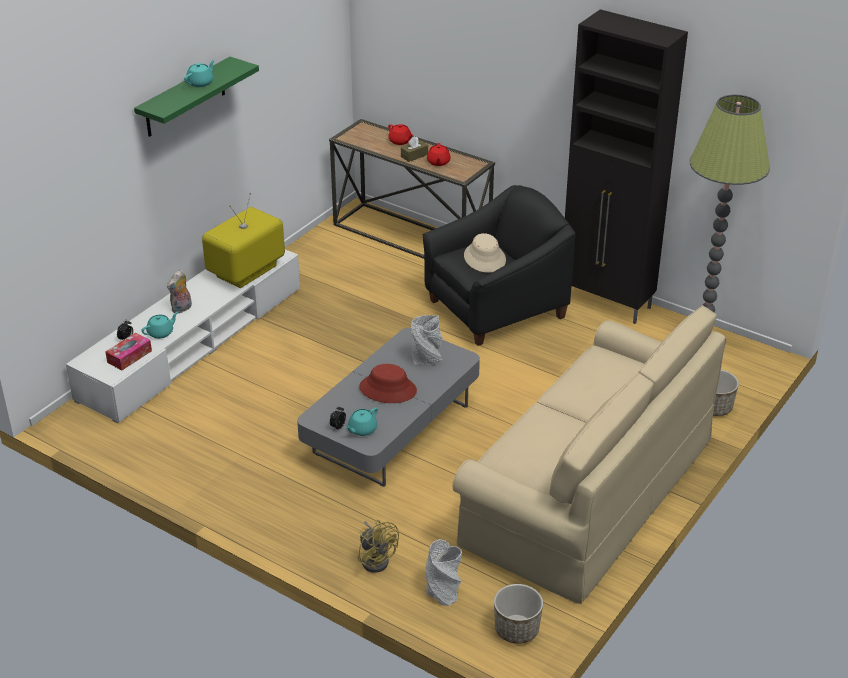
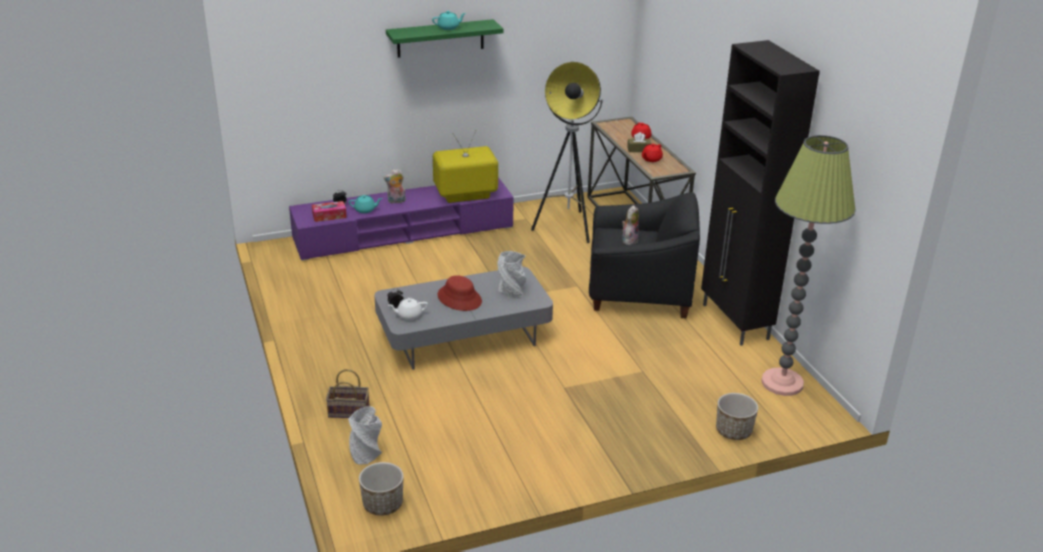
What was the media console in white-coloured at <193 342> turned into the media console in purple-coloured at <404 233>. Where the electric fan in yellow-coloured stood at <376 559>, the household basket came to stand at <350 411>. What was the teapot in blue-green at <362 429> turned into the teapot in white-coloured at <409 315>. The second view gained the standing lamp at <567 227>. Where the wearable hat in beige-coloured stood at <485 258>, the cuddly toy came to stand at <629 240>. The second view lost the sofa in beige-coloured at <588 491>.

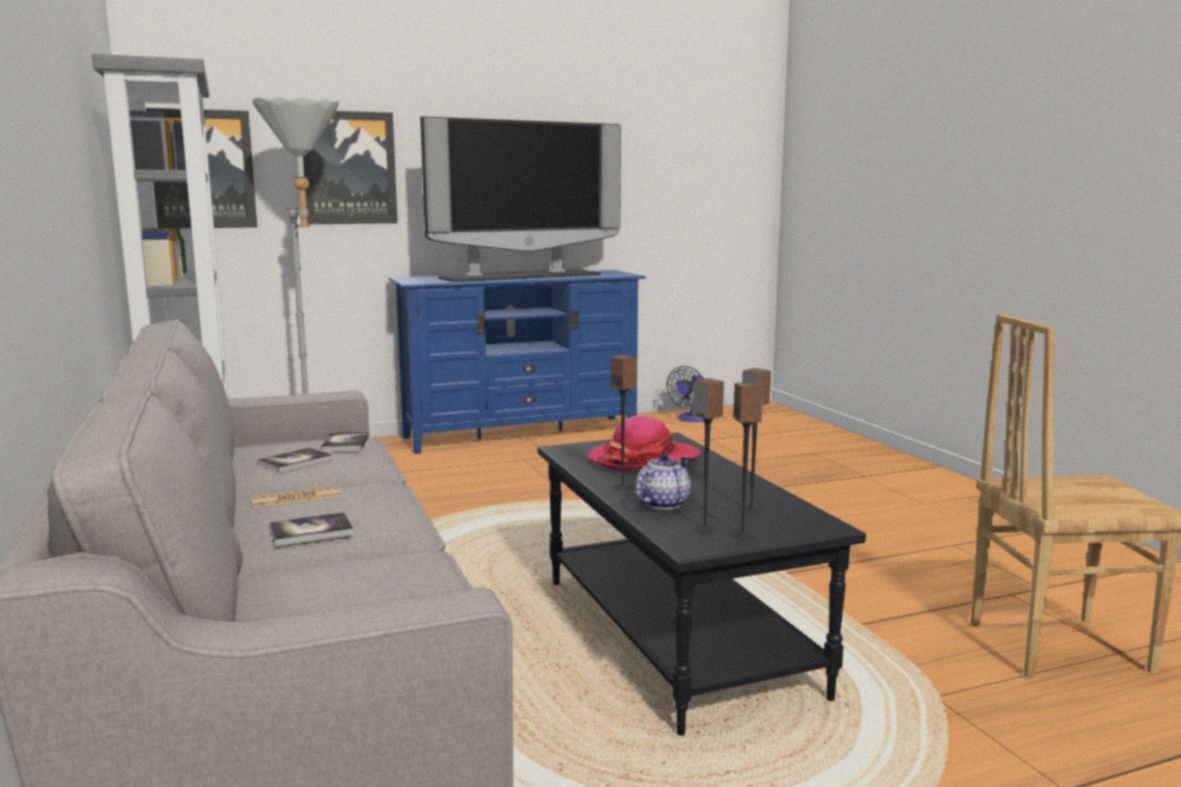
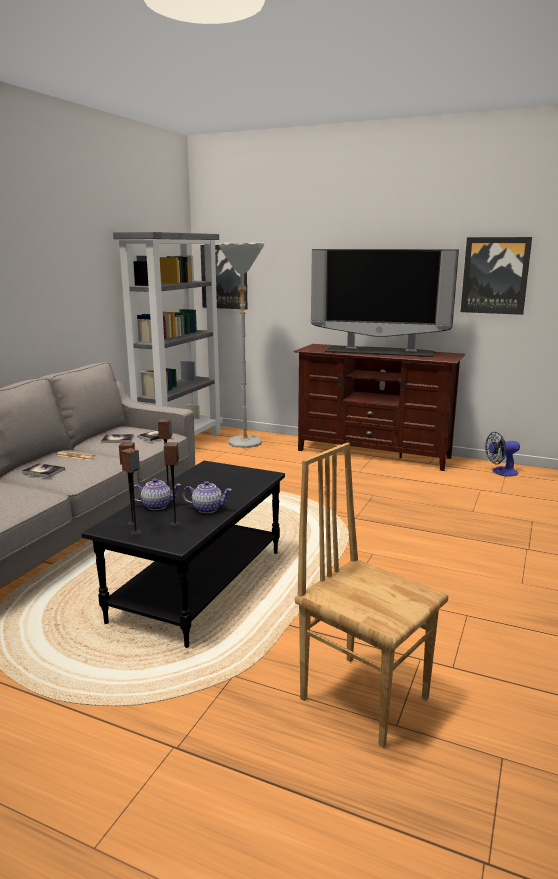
The second view gained the teapot at <207 509>. What was the media console in blue at <521 434> turned into the media console in brownish at <374 453>. The wall art ended up elsewhere, having gone from <349 168> to <495 275>. The second view lost the wearable hat at <643 460>.

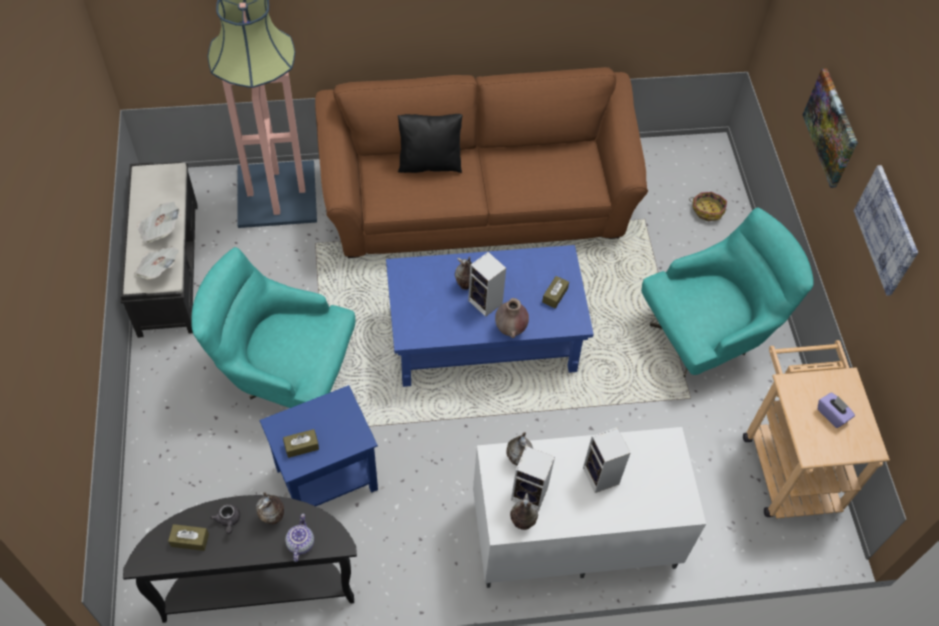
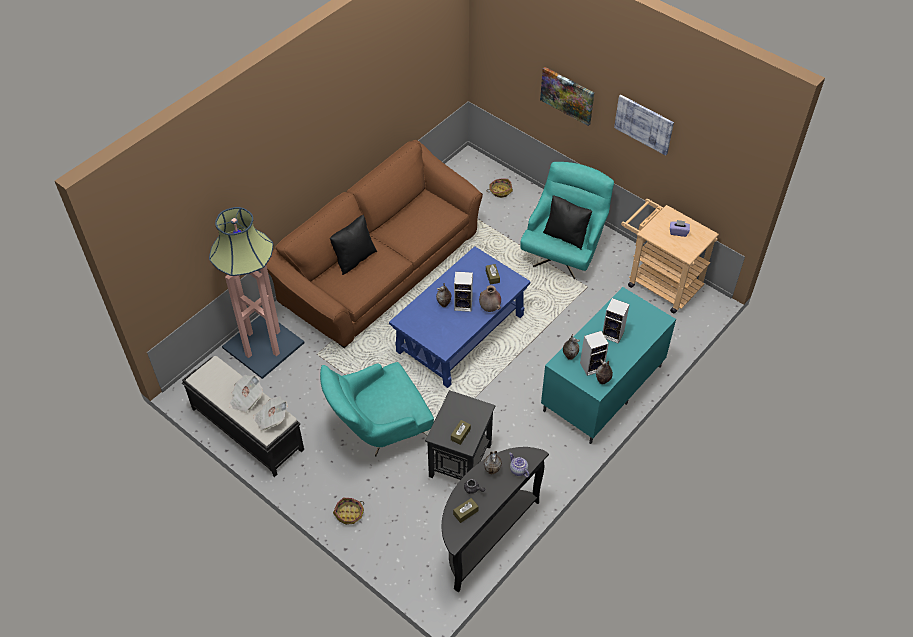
The second view gained the household basket at <349 514>. What was the accent table in blue at <325 479> turned into the accent table in blackish at <460 461>. What was the media console in white-coloured at <573 536> turned into the media console in blue-green at <603 389>. The second view gained the throw pillow in blackish at <565 235>.

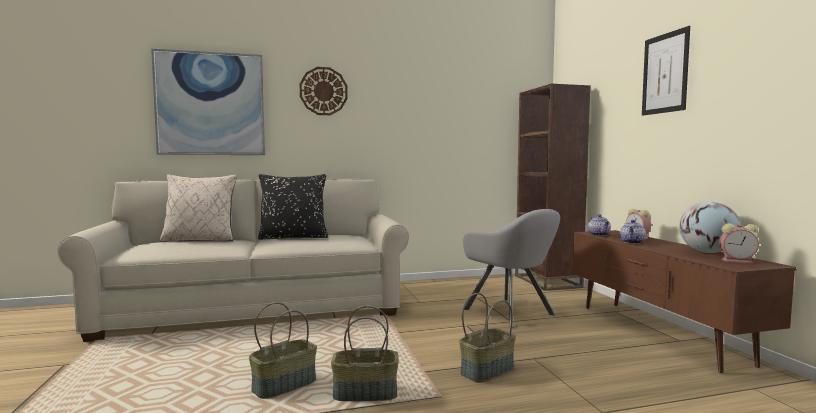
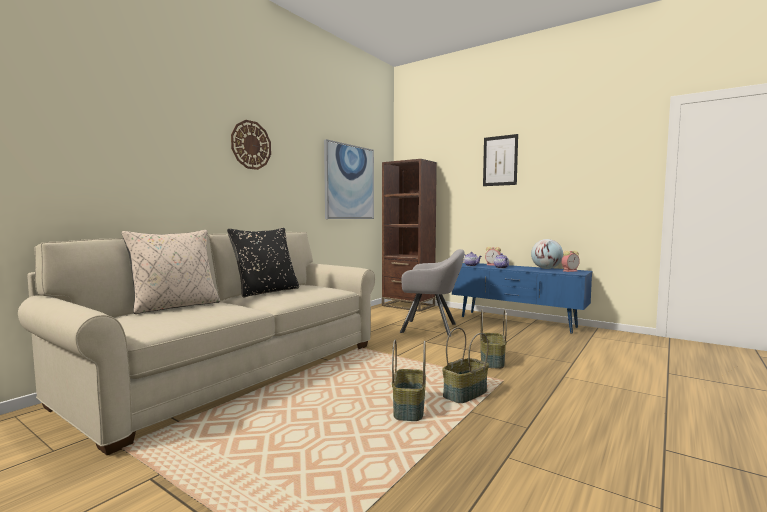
The wall art ended up elsewhere, having gone from <210 104> to <349 182>. What was the media console in brownish at <657 333> turned into the media console in blue at <516 322>.

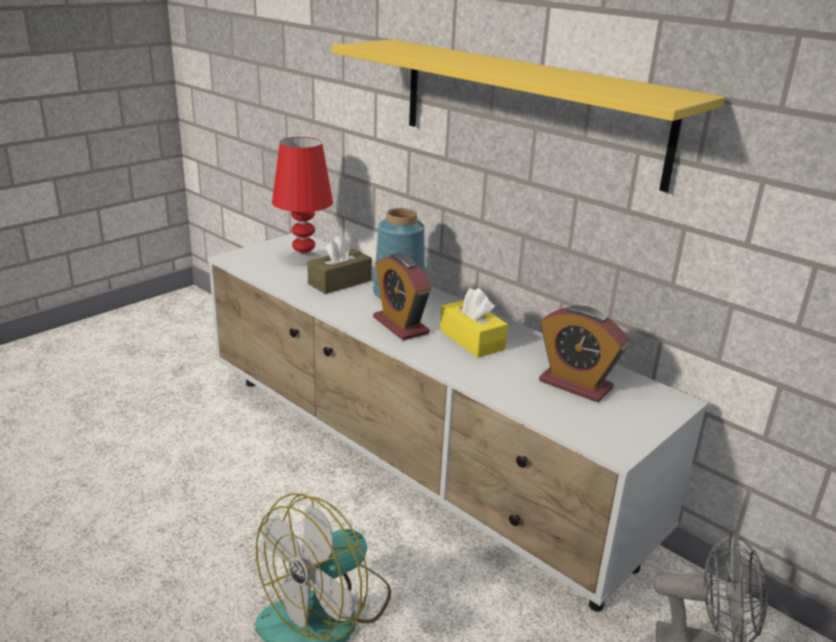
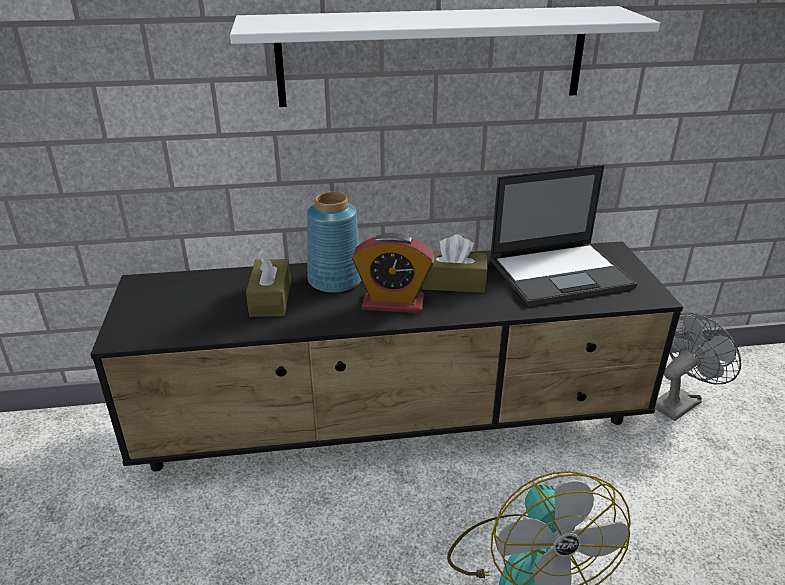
What was the media console in white-coloured at <413 464> turned into the media console in blackish at <395 424>. What was the wall shelf in yellow-coloured at <528 110> turned into the wall shelf in white-coloured at <432 56>. What was the box of tissues in yellow-coloured at <471 340> turned into the box of tissues in brownish at <454 283>. Where the table clock stood at <575 384>, the laptop came to stand at <561 273>. The second view lost the table lamp in red at <303 258>.

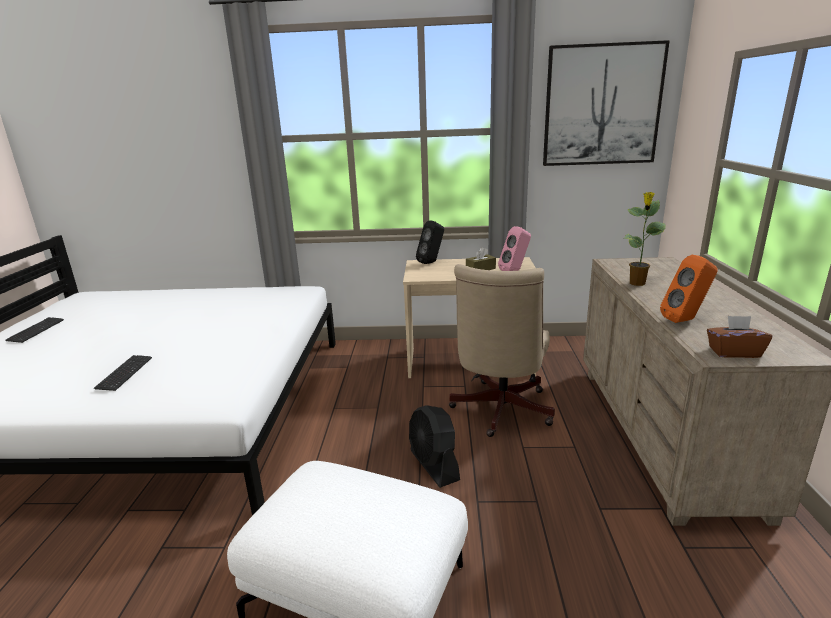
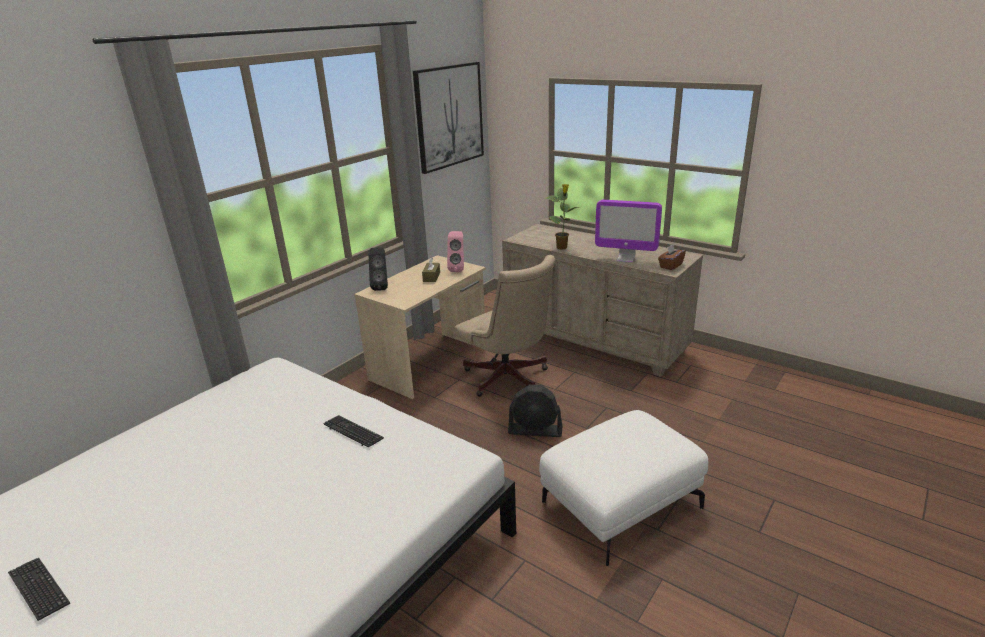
The computer keyboard ended up elsewhere, having gone from <125 373> to <353 432>. Where the audio speaker in orangey stood at <685 320>, the computer display came to stand at <625 259>.

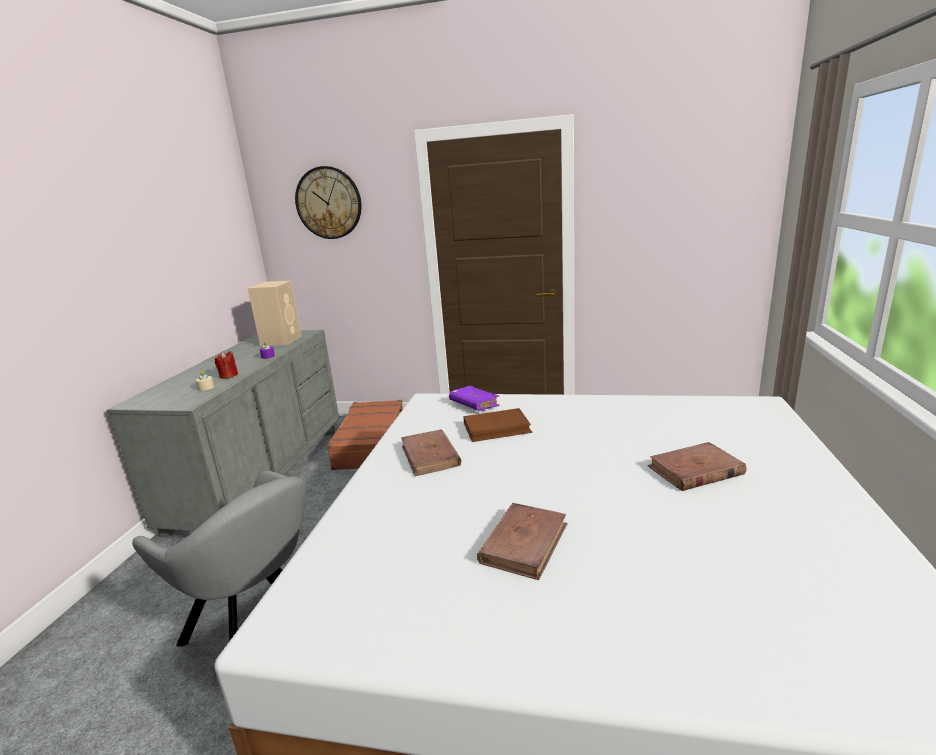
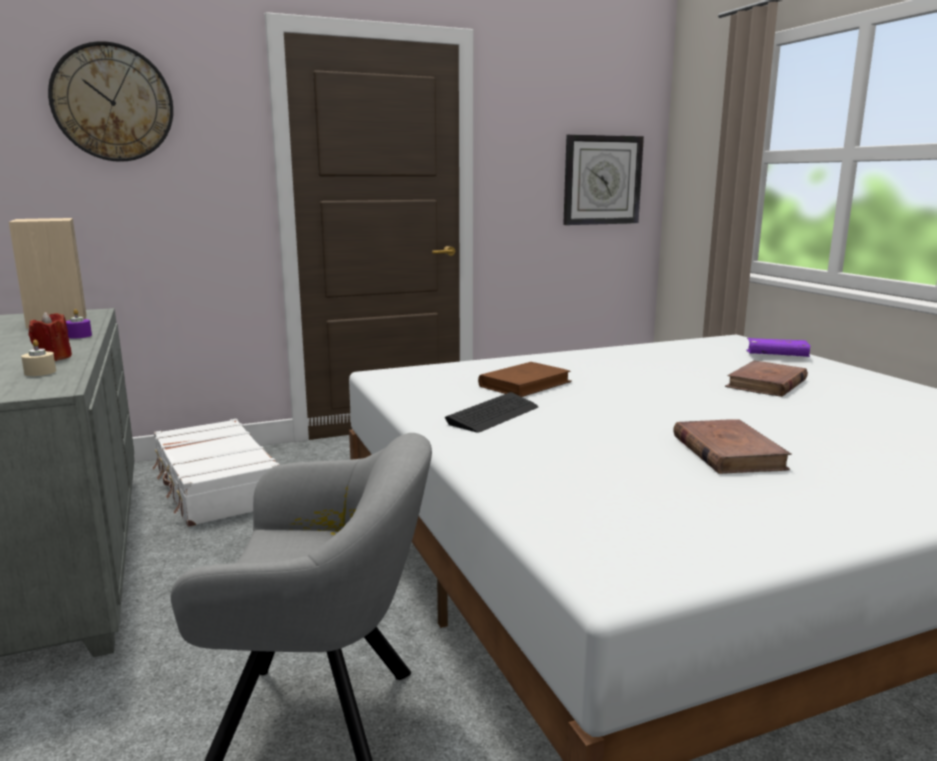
What was the piece of luggage in brownish at <370 444> turned into the piece of luggage in white-coloured at <215 487>. Where the book in brownish stood at <430 456>, the computer keyboard came to stand at <493 415>. The second view gained the hanging clock at <602 180>. The book in purple-coloured ended up elsewhere, having gone from <474 404> to <776 356>.

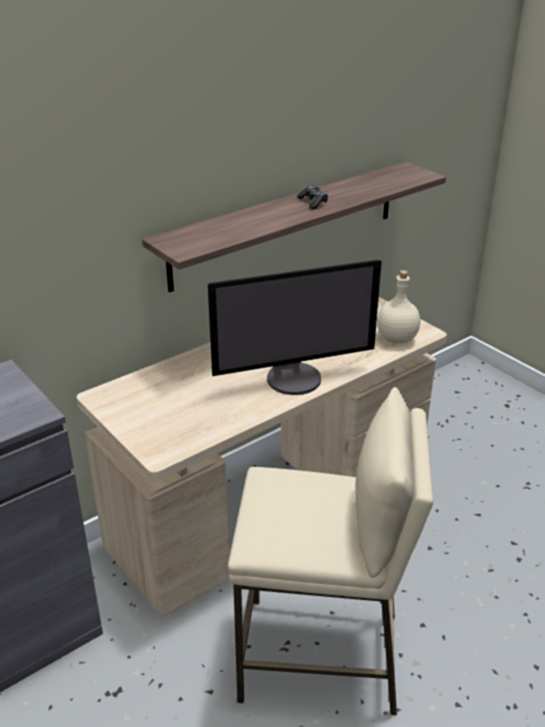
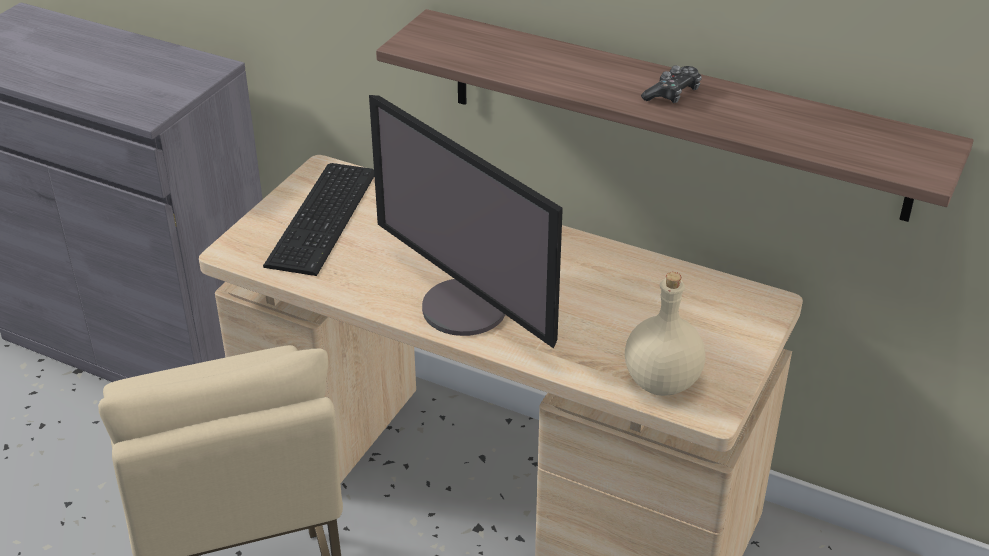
The second view gained the computer keyboard at <326 217>.

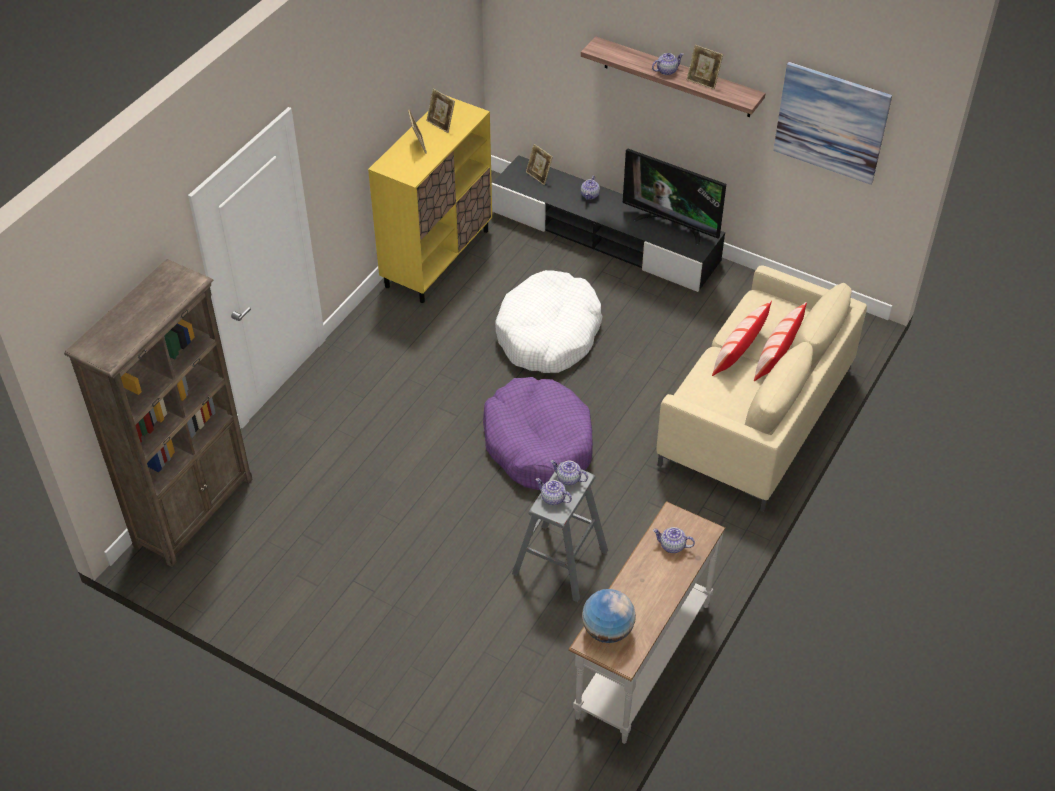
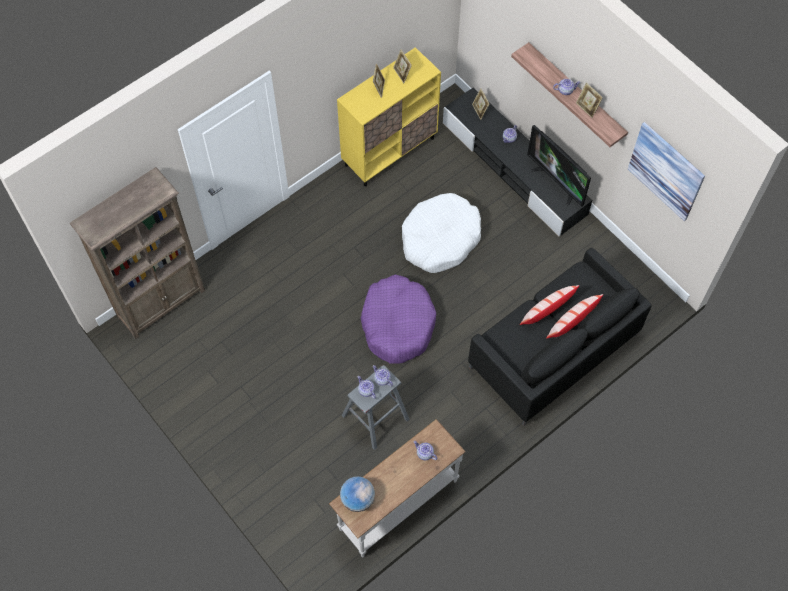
What was the sofa in beige-coloured at <756 417> turned into the sofa in blackish at <553 351>.

